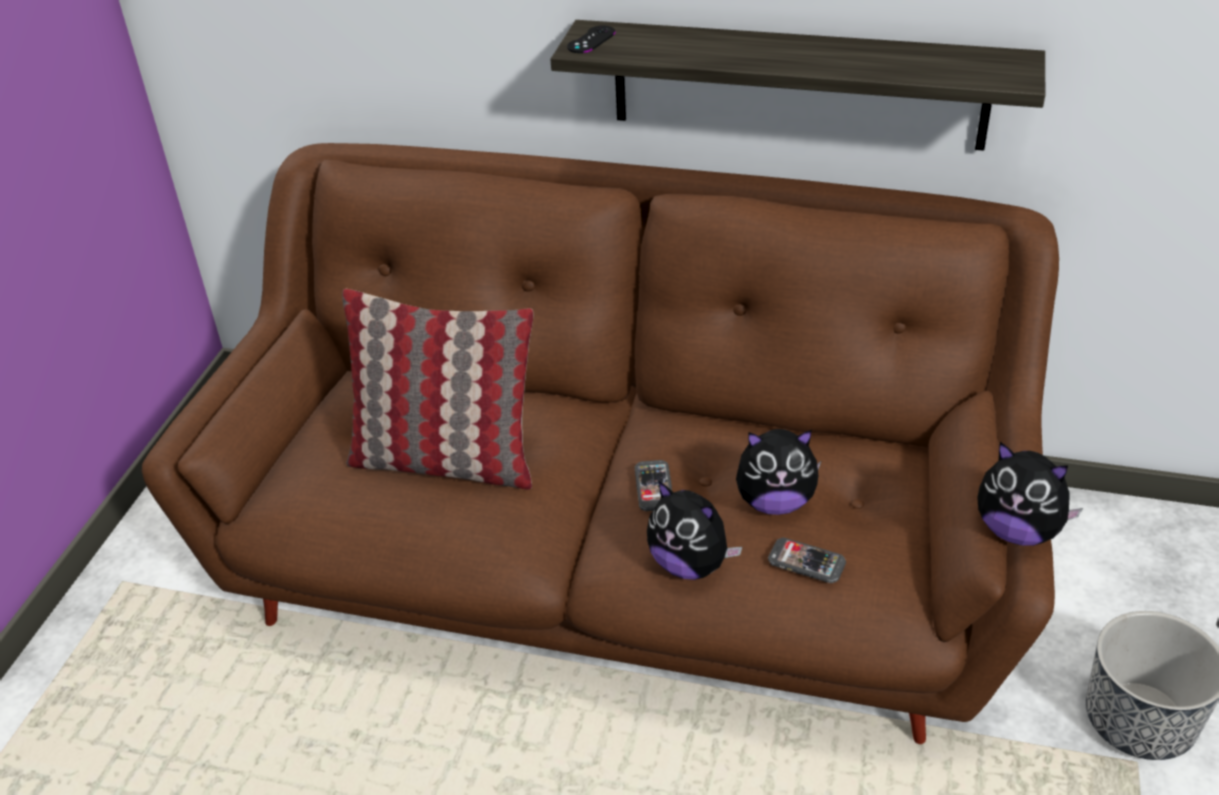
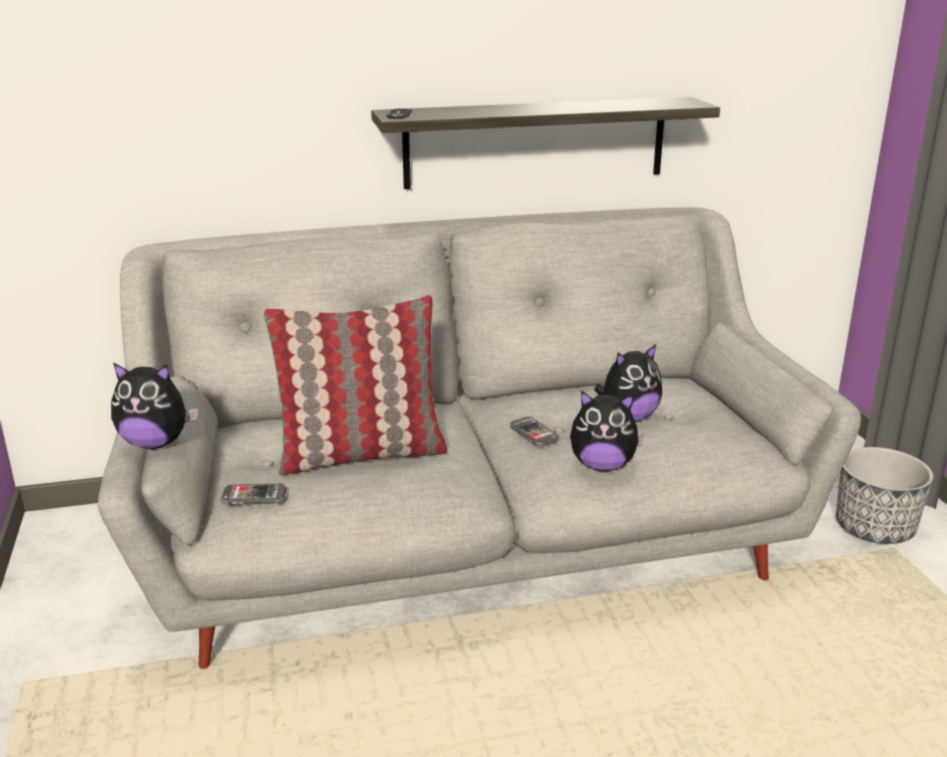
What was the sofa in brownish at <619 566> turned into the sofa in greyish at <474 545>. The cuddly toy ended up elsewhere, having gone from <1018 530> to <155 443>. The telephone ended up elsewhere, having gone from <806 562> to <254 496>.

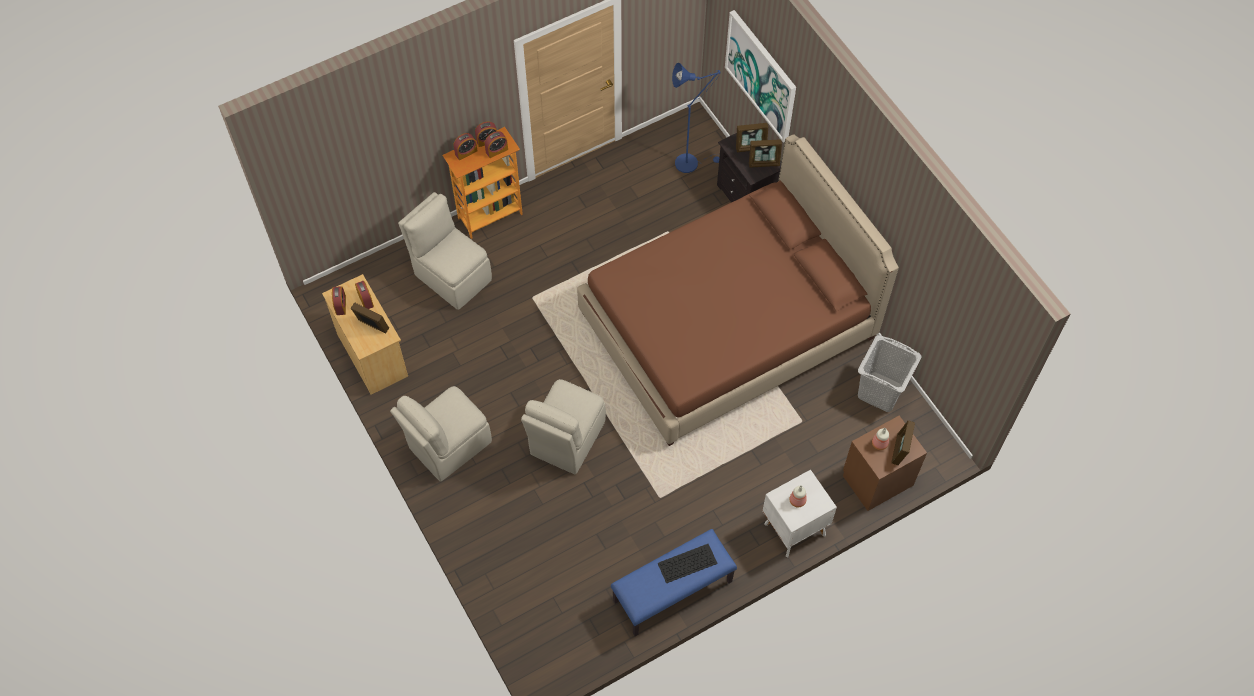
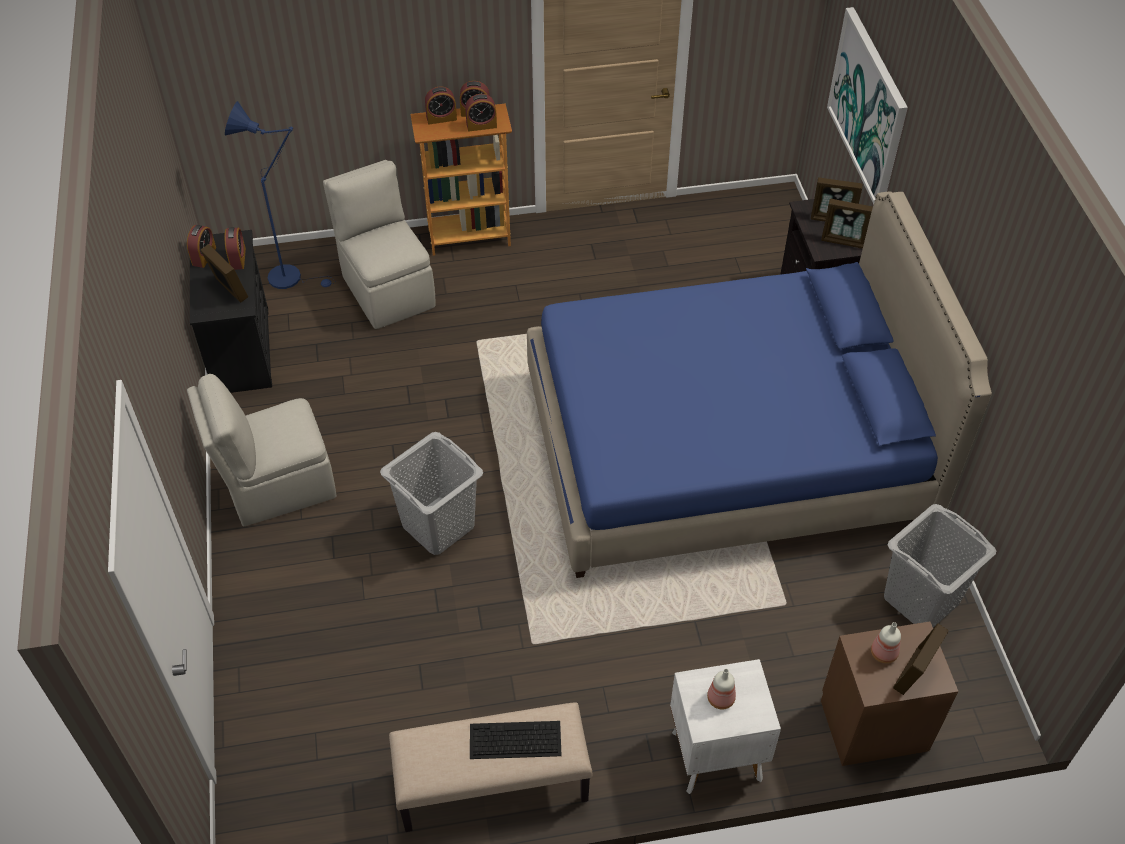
What was the chest of drawers in beige-coloured at <372 354> turned into the chest of drawers in blackish at <242 350>. The standing lamp in blue ended up elsewhere, having gone from <691 162> to <291 277>. Where the plain chair in beige-coloured stood at <566 439>, the washing basket in greyish came to stand at <437 525>. What was the bench in blue at <672 592> turned into the bench in beige-coloured at <492 785>. What was the bed in brownish at <727 325> turned into the bed in blue at <725 447>.

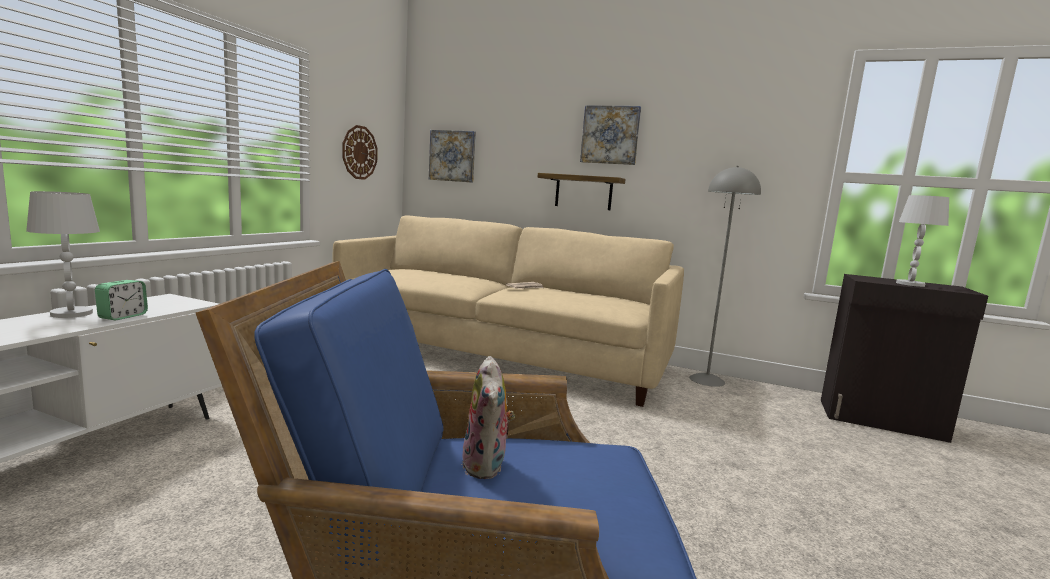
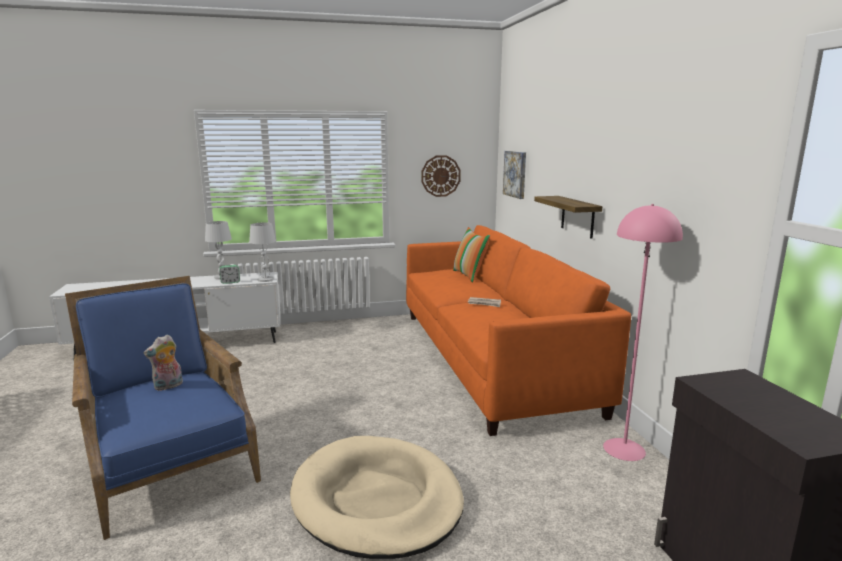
The table lamp in white-coloured ended up elsewhere, having gone from <910 284> to <265 280>. The second view gained the dog bed in beige-coloured at <377 500>. What was the sofa in beige-coloured at <500 354> turned into the sofa in orangey at <489 358>. The second view gained the throw pillow at <469 275>. What was the standing lamp in greyish at <707 380> turned into the standing lamp in pink at <624 449>. The second view lost the wall art at <610 135>.

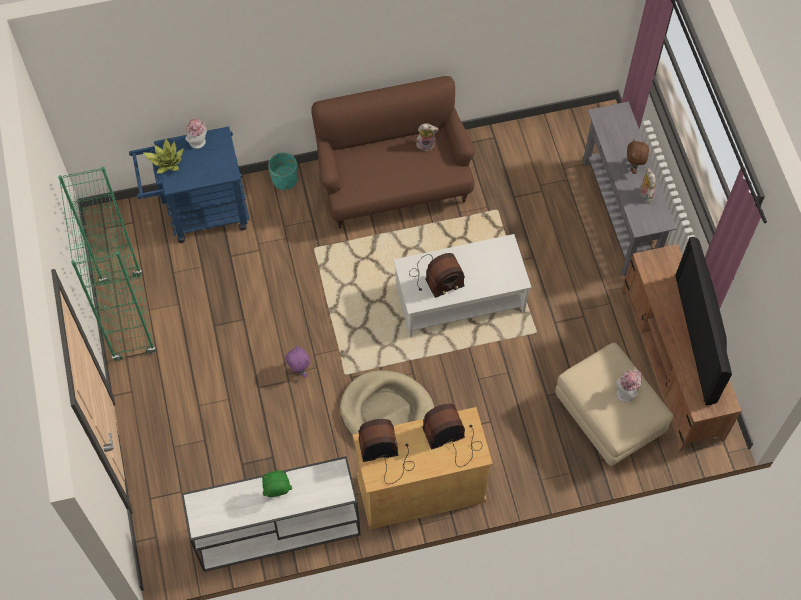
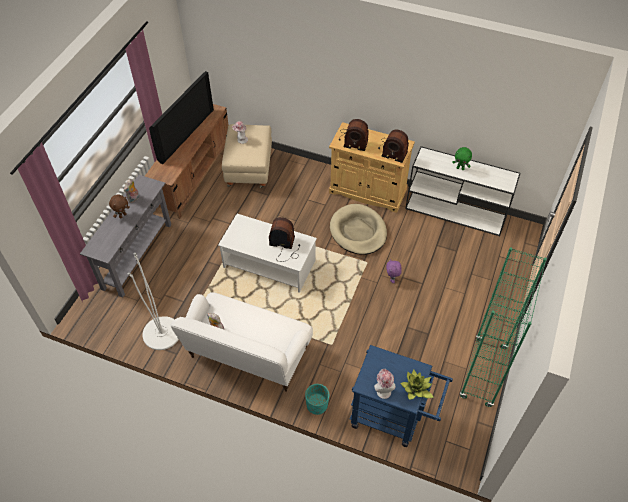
The second view gained the standing lamp in white-coloured at <161 333>. What was the sofa in brownish at <393 185> turned into the sofa in white-coloured at <248 355>.

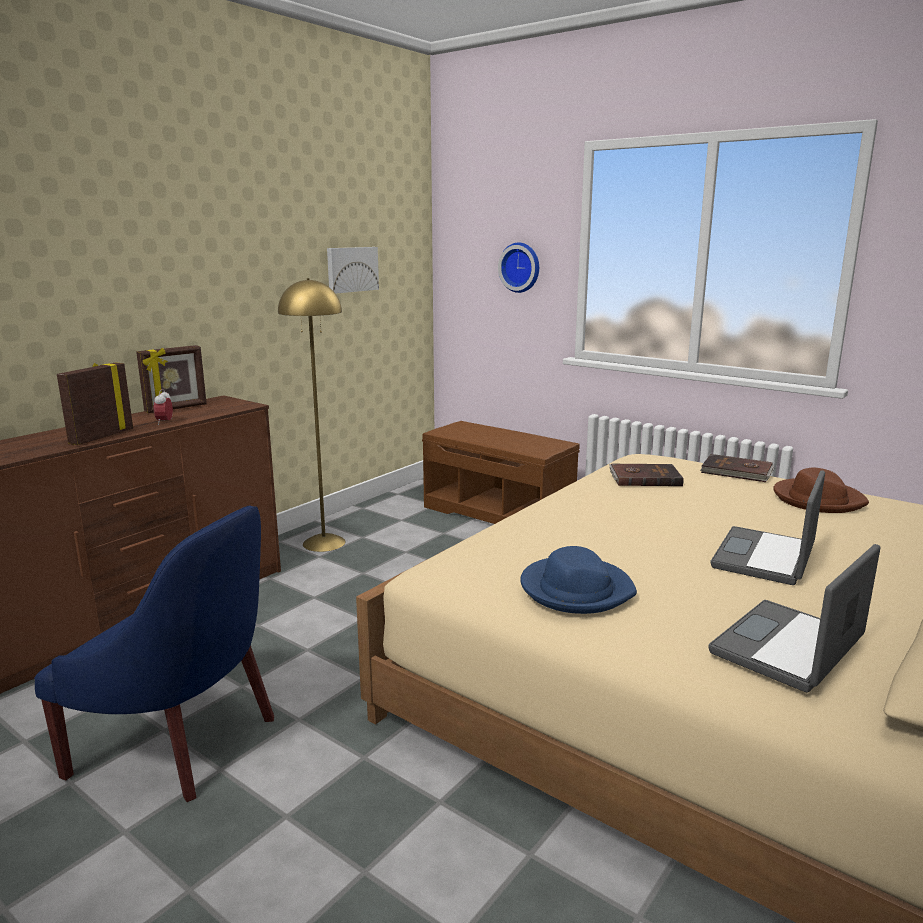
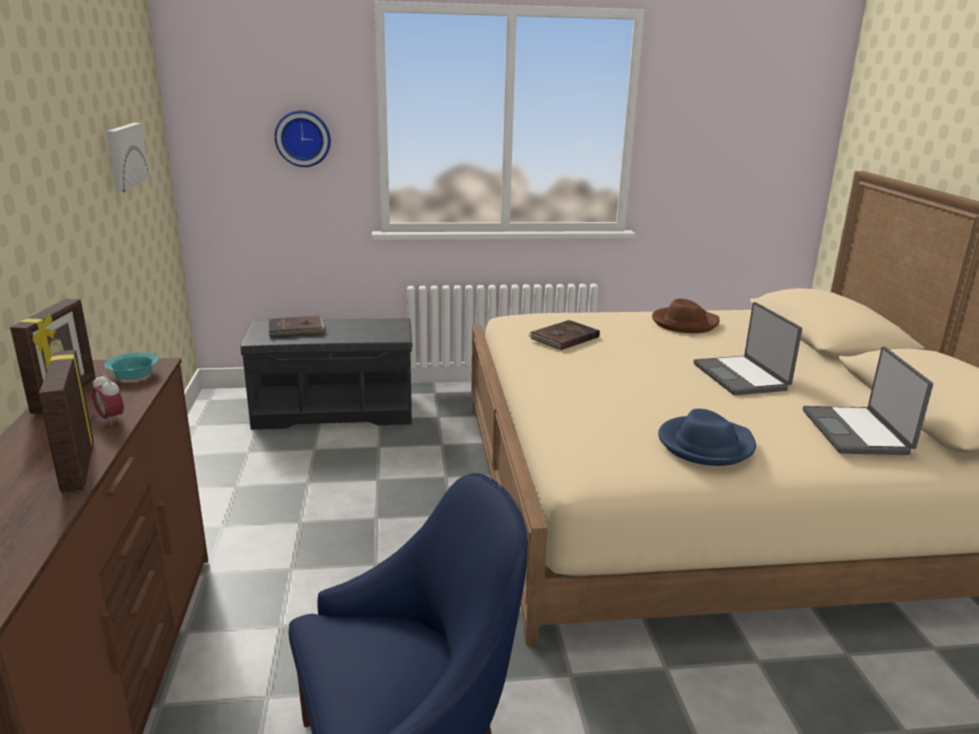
The second view gained the serving bowl in blue-green at <133 375>. What was the bench in brownish at <499 513> turned into the bench in greyish at <336 410>. The book in brownish ended up elsewhere, having gone from <737 472> to <296 329>. The second view lost the standing lamp in yellow-coloured at <324 542>.

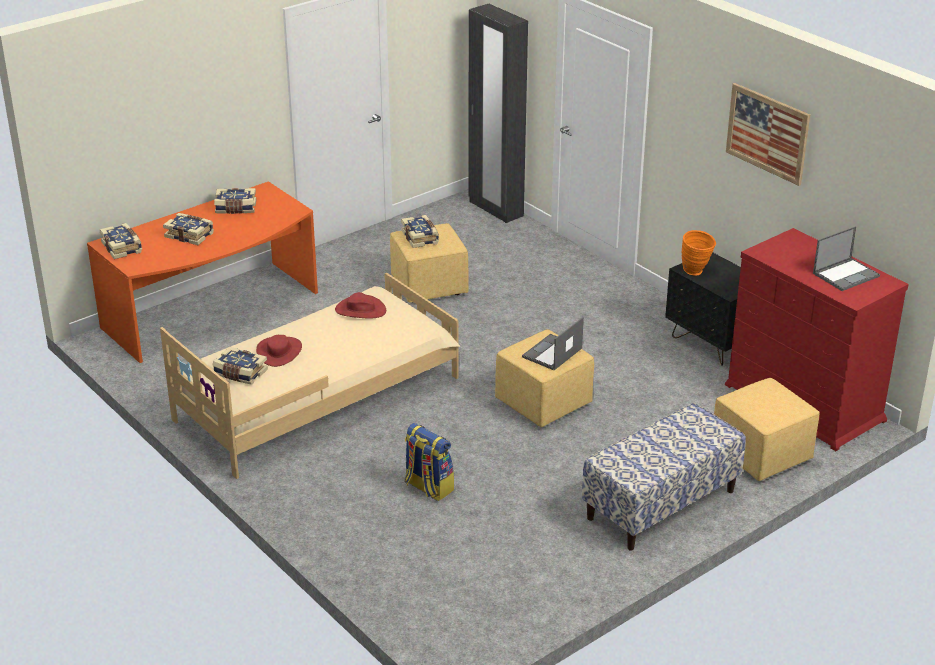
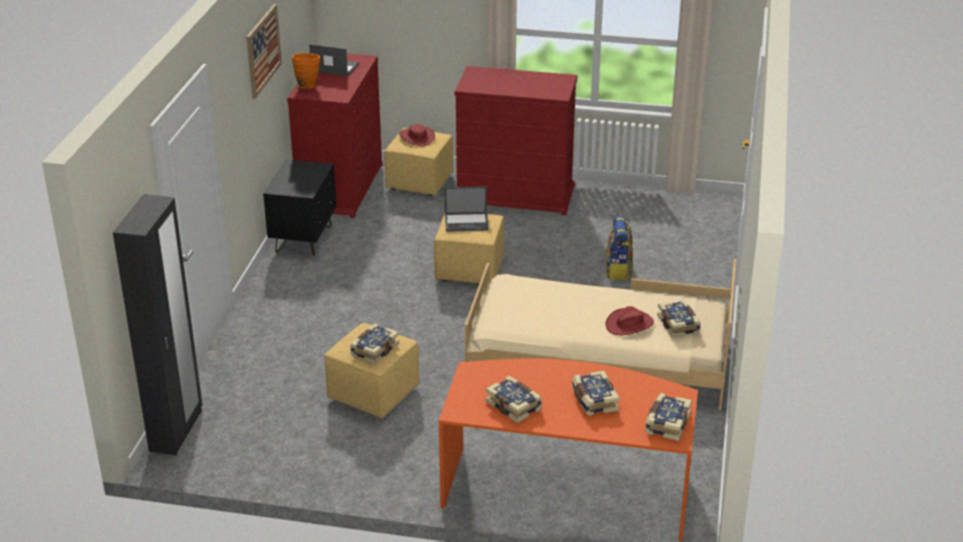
The flower vase in orangey ended up elsewhere, having gone from <696 272> to <307 86>. The wearable hat in red ended up elsewhere, having gone from <360 310> to <417 137>. Where the bench stood at <661 505>, the chest of drawers in red came to stand at <515 194>.

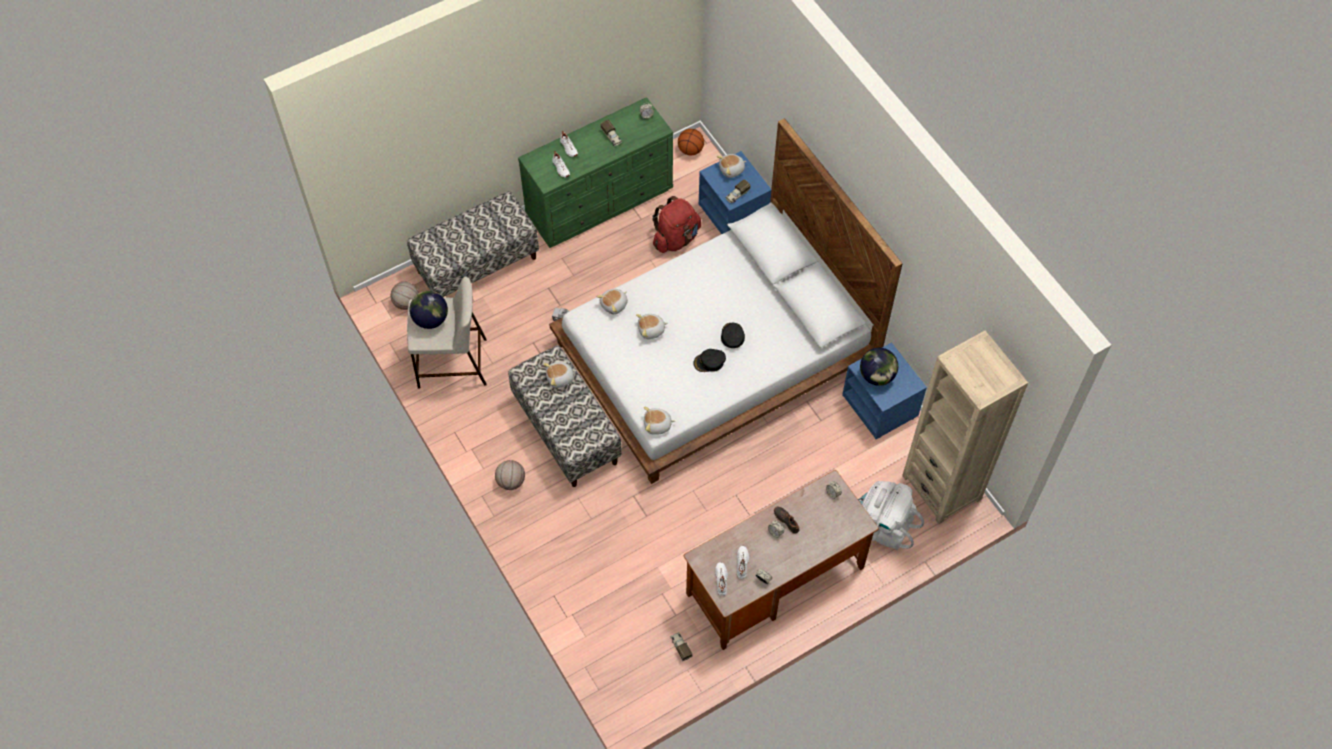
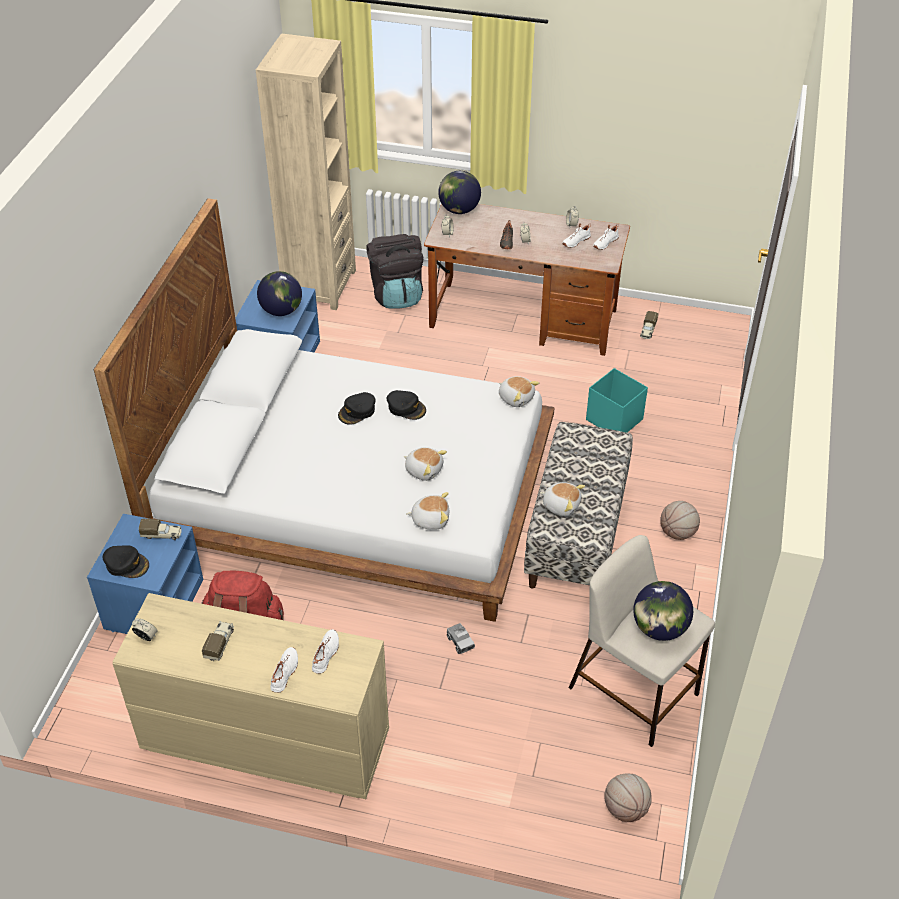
Where the cuddly toy stood at <732 170>, the peaked cap in blackish came to stand at <127 564>. What was the chest of drawers in green-coloured at <600 201> turned into the chest of drawers in beige-coloured at <264 741>. What was the rucksack in white-coloured at <883 526> turned into the rucksack in blackish at <397 294>. The second view gained the world globe at <459 210>. The second view gained the storage box in blue-green at <614 419>. The second view lost the bench at <477 264>. The second view lost the basketball at <690 150>.

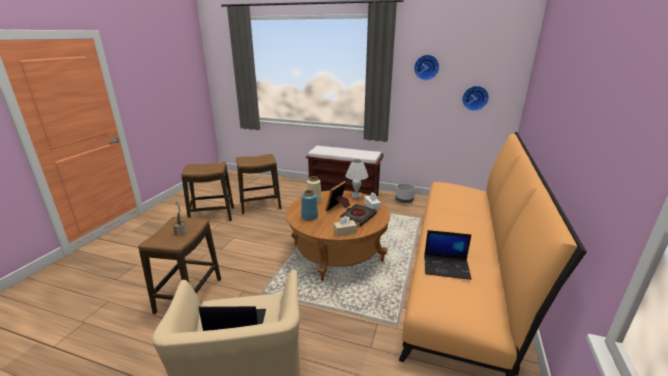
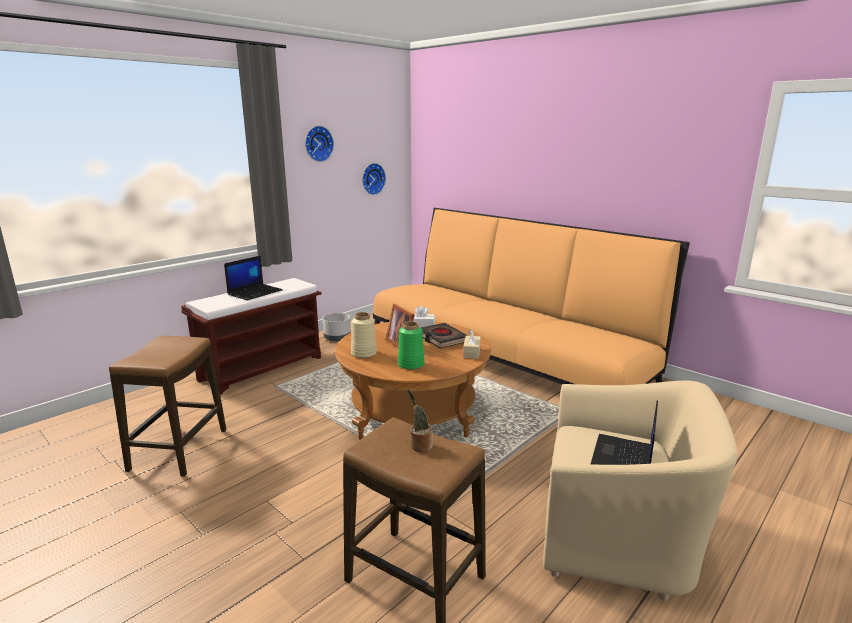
The laptop ended up elsewhere, having gone from <447 267> to <255 292>. What was the flower vase in blue at <309 217> turned into the flower vase in green-coloured at <411 365>. The second view lost the sitting stool at <212 216>. The second view lost the table lamp in white-coloured at <356 196>.

